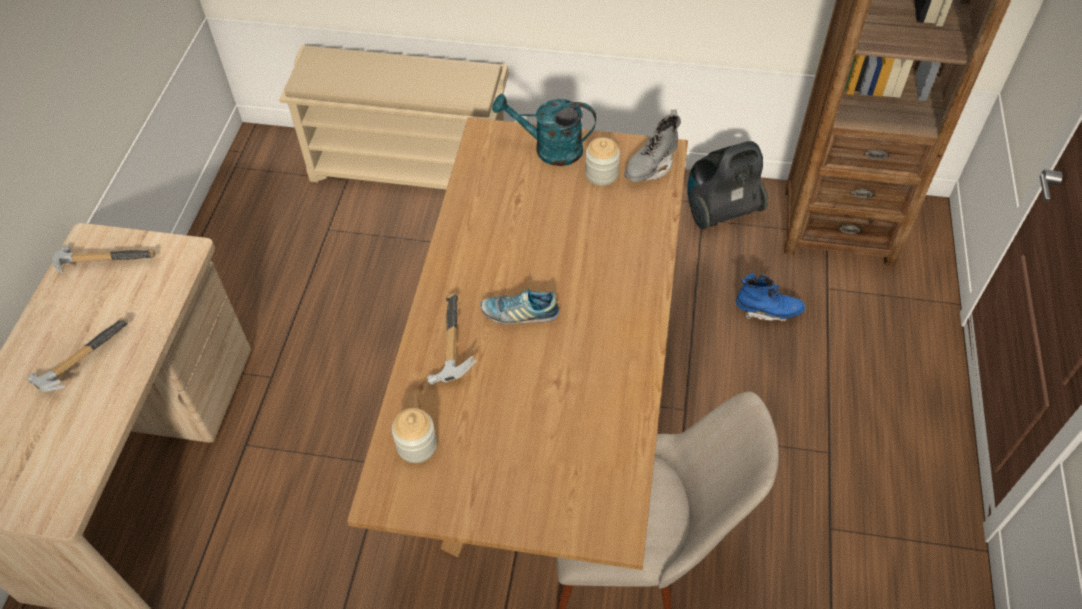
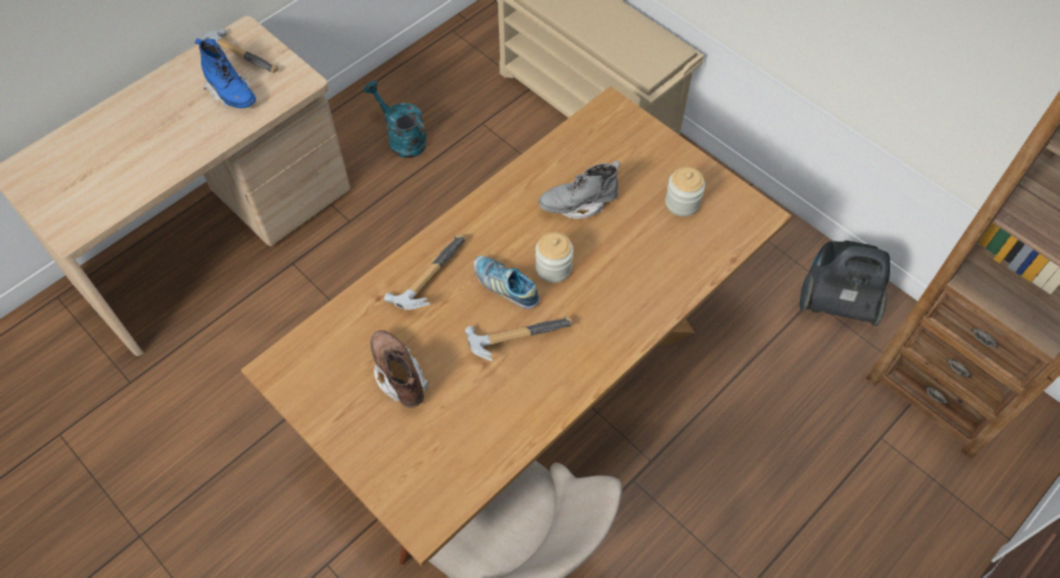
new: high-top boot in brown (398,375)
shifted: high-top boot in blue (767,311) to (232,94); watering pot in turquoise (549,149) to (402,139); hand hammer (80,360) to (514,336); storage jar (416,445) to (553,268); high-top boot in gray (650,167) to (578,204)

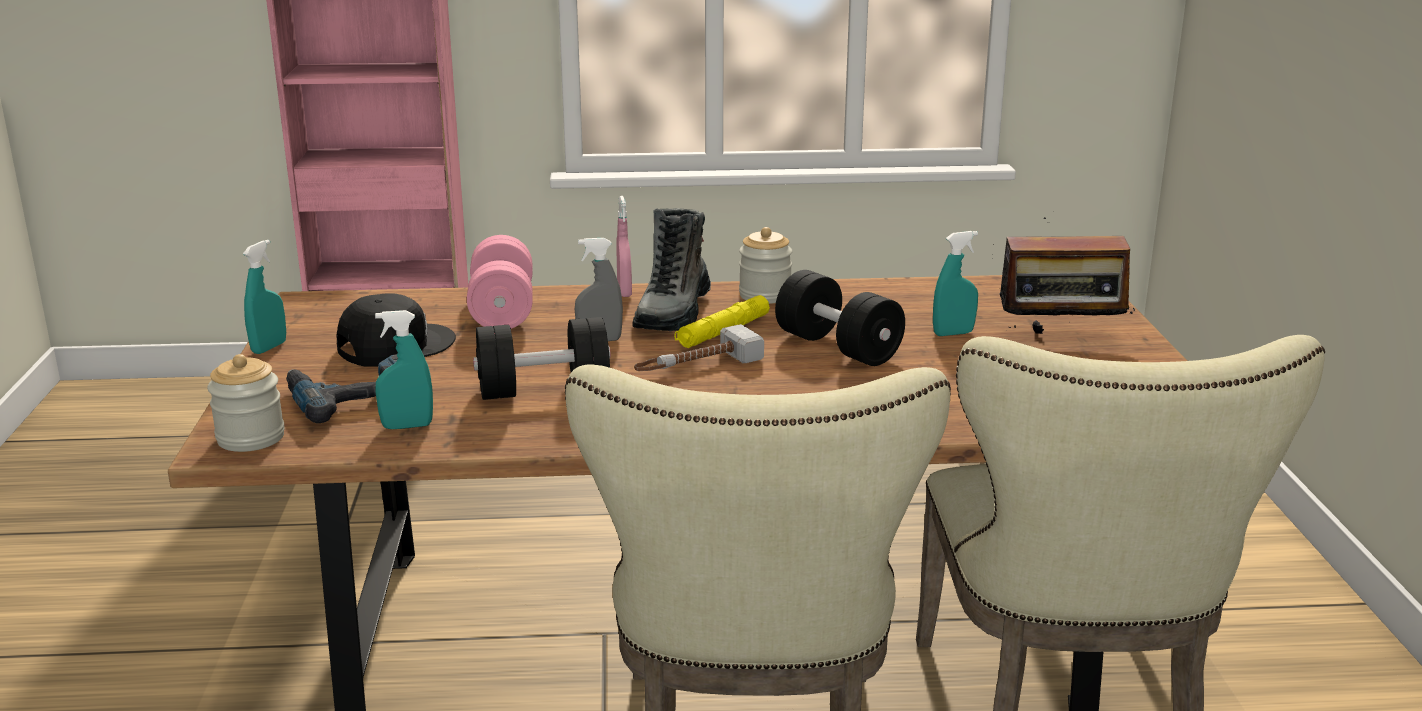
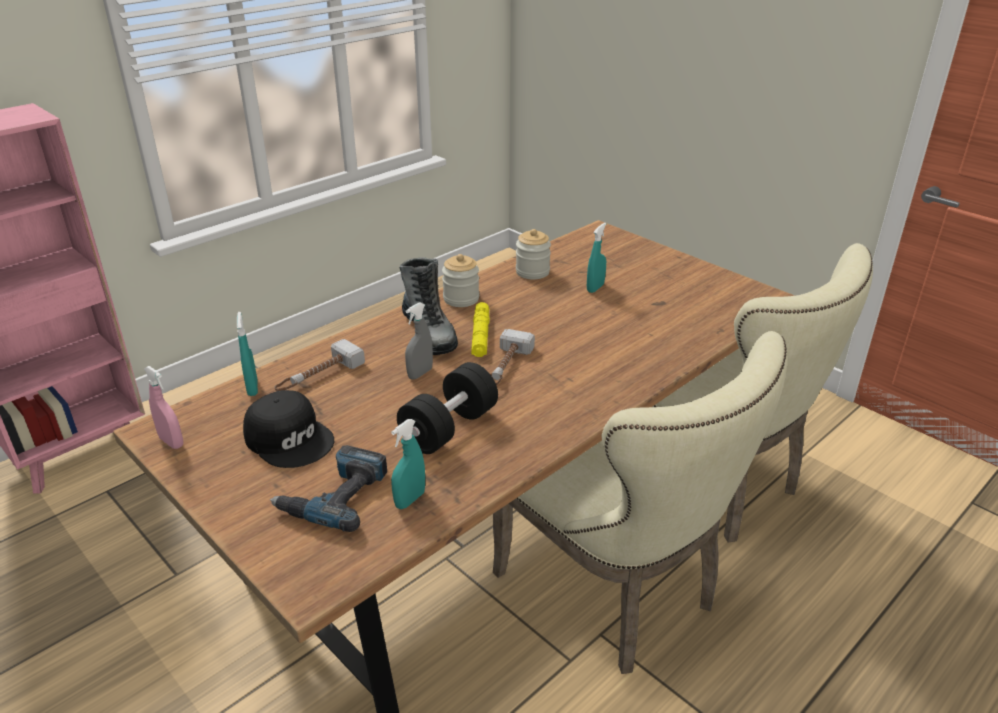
gone: free weight in black (838,347); radio (1060,338)
shifted: hand sprayer in pink (624,292) to (171,442); hand sprayer in turquoise (269,347) to (252,388); storage jar (251,438) to (532,272)
swapped: free weight in pink (502,310) to hand hammer (318,376)
rotated: peaked cap in black (395,345) = (290,438) 120 degrees clockwise

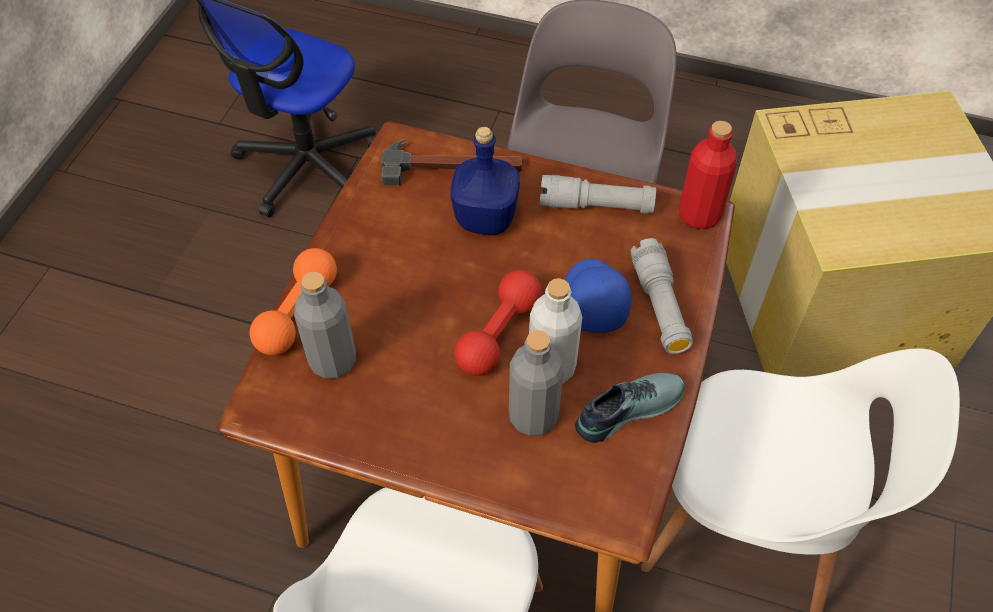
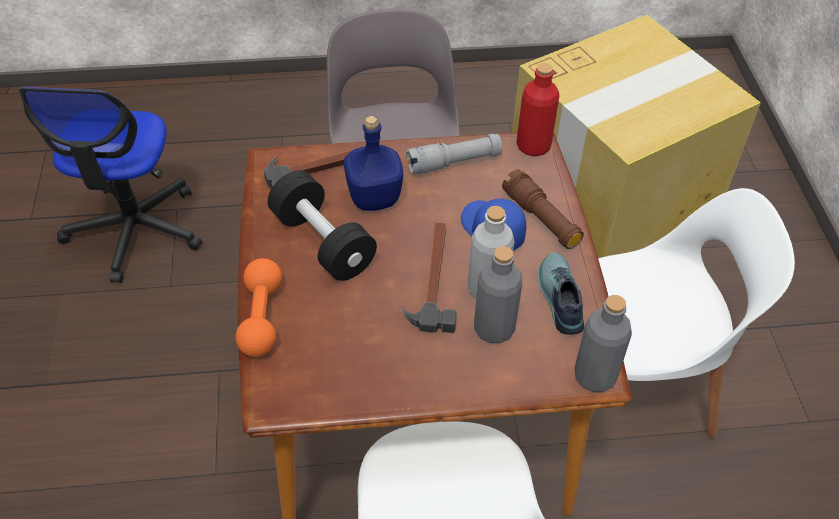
new: free weight in black (323,242)
shifted: beverage bottle in gray (333,361) to (595,376)
swapped: free weight in reddish (498,334) to hand hammer (433,279)
repainted: torch in gray (659,305) to torch in brown (541,219)
rotated: item of footwear (626,408) = (558,298) 45 degrees counterclockwise

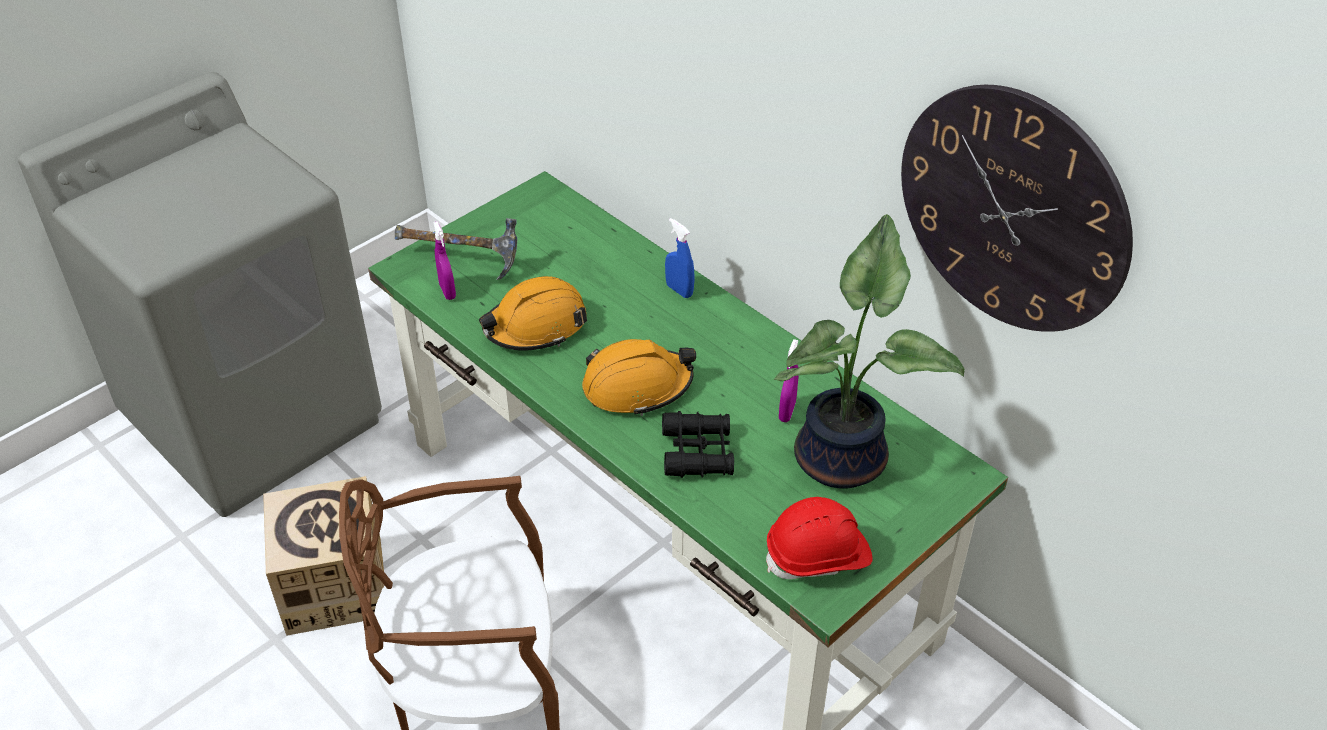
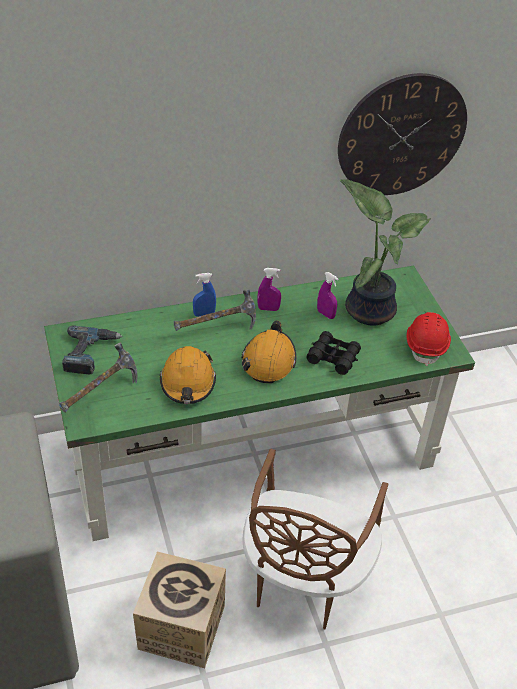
new: power drill (90,353); hand hammer (217,328)
shifted: hand sprayer in purple (447,291) to (268,309)

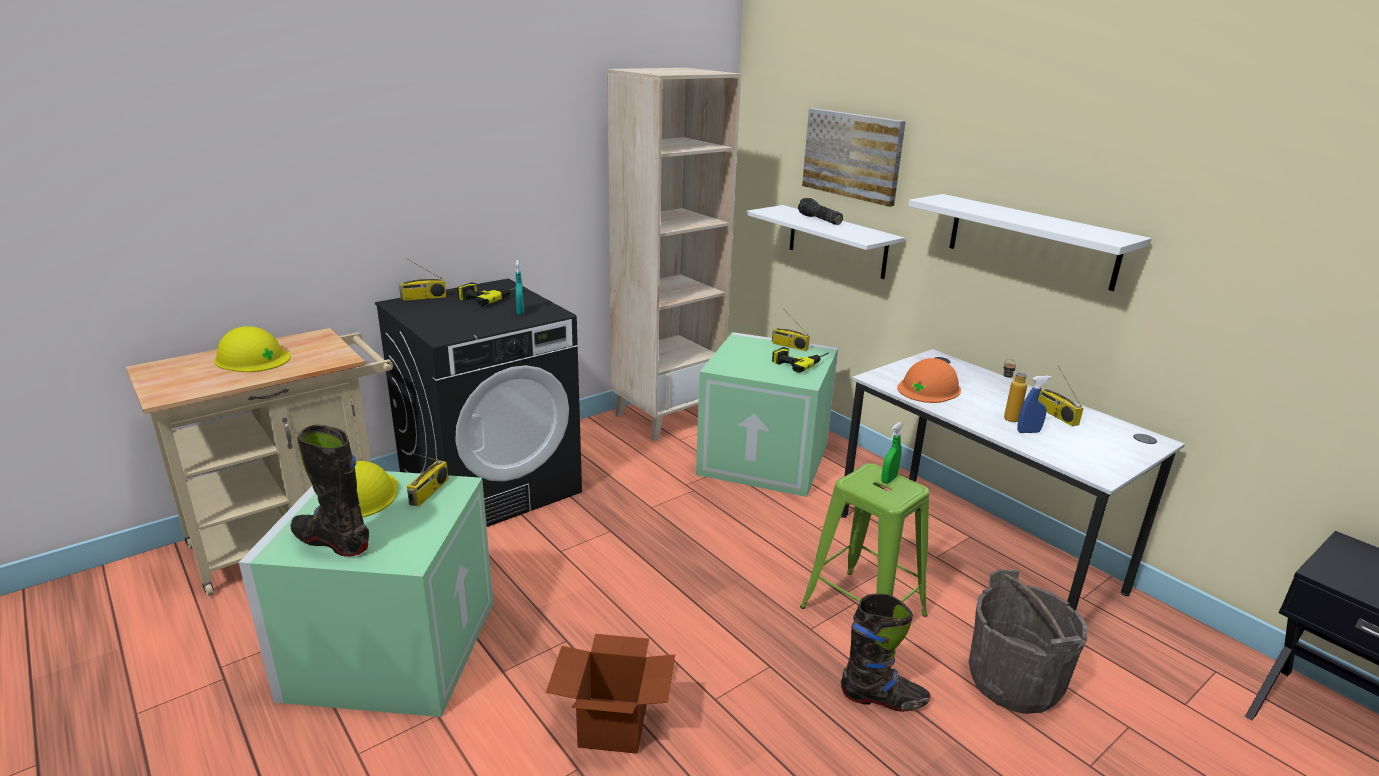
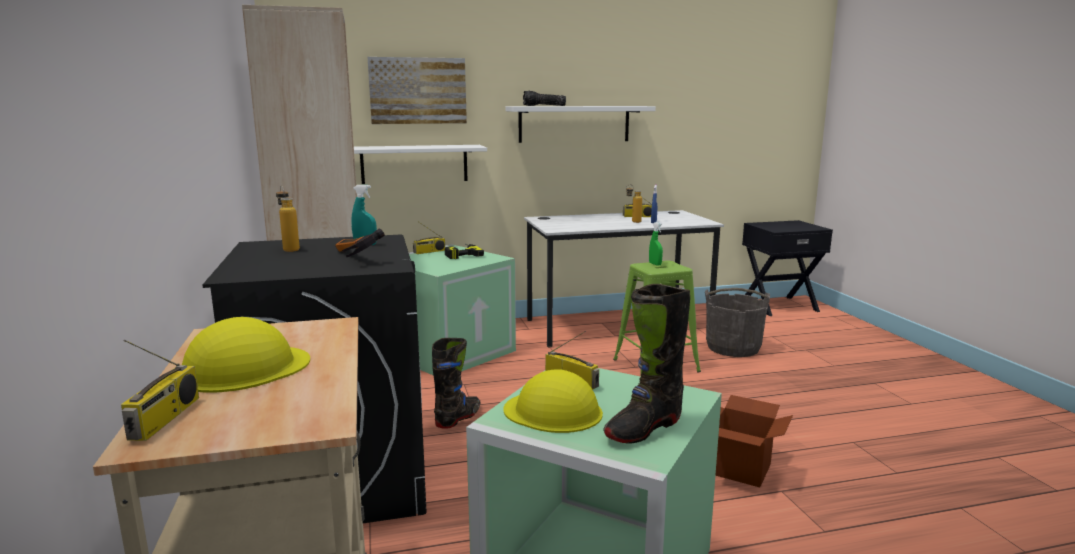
gone: safety helmet in orange (929,388)
new: hand hammer (351,258)
shifted: radio (423,298) to (165,419); high-top boot in black (883,699) to (458,418); torch (819,219) to (544,106)
swapped: power drill (489,296) to beverage bottle (289,249)

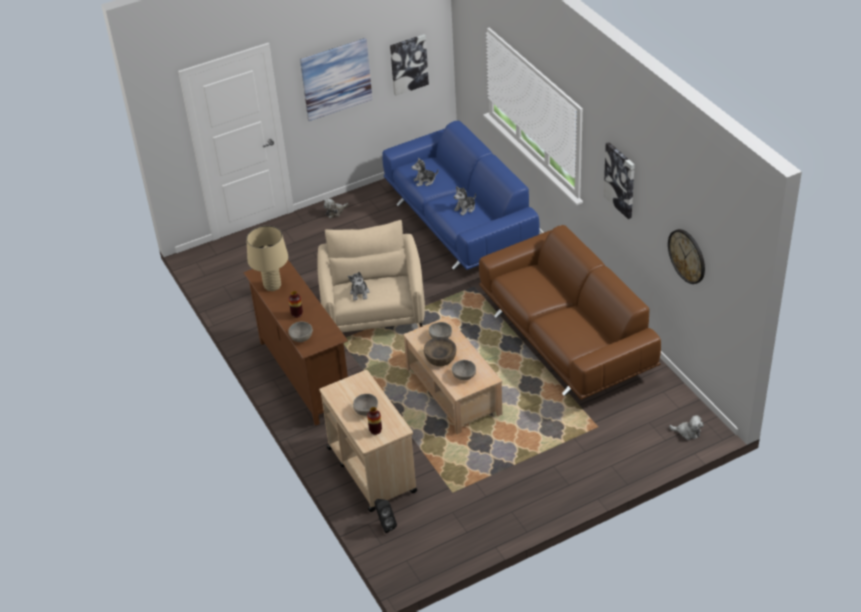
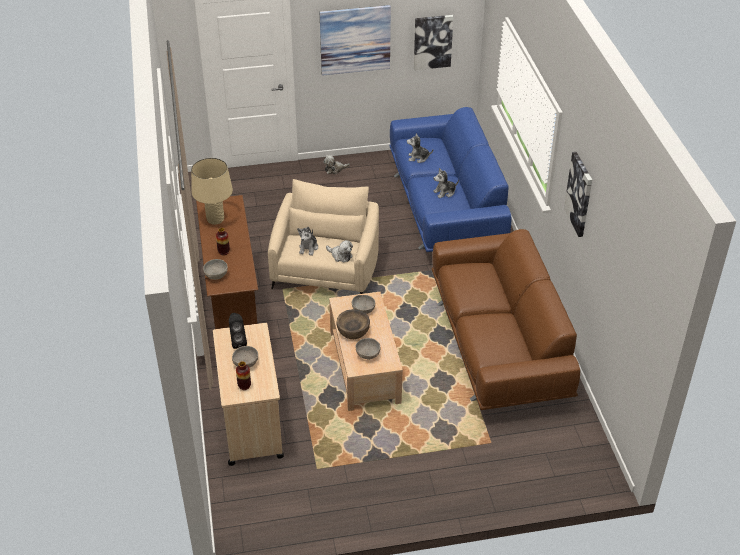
gone: wall clock (687,256)
shifted: audio speaker in black (385,525) to (237,342); cuddly toy (687,432) to (340,255)

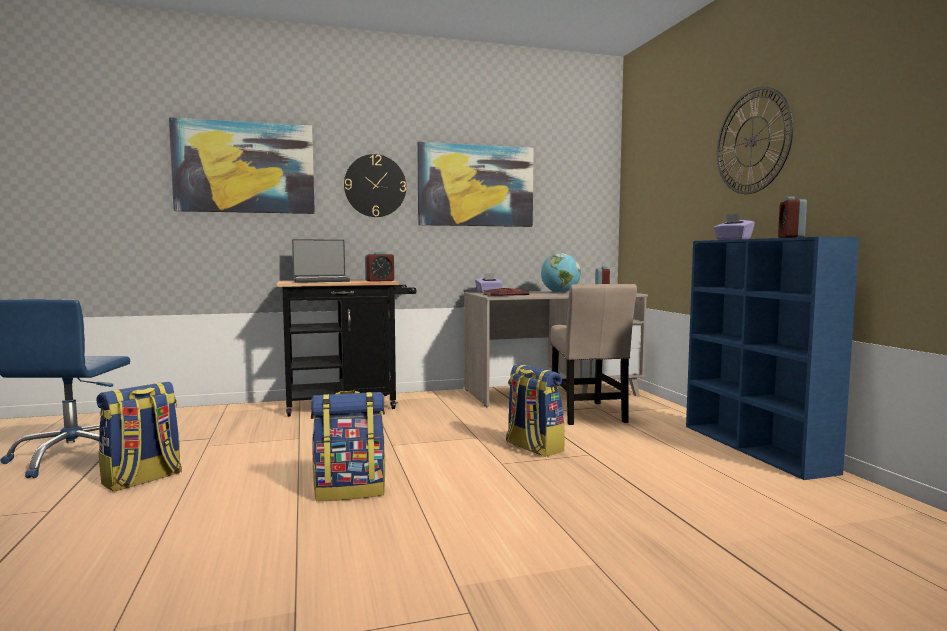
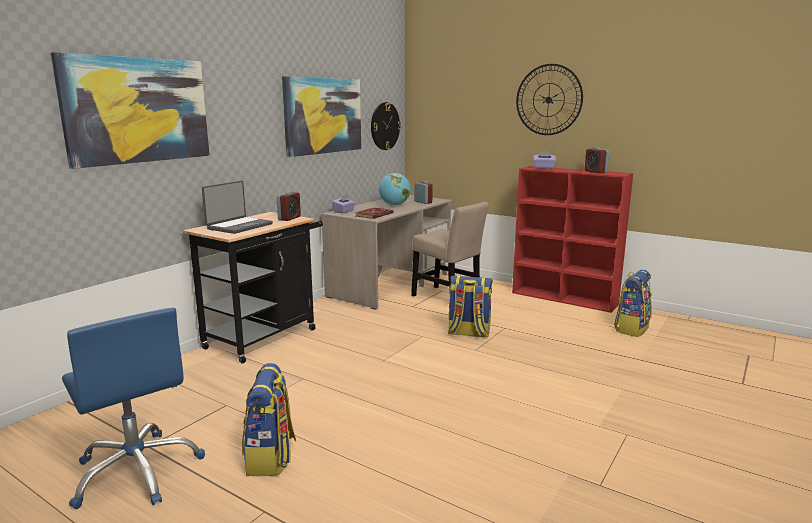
shifted: wall clock (375,186) to (384,126); knapsack (350,490) to (631,328)
repainted: bookcase in blue (756,448) to bookcase in reddish (565,298)

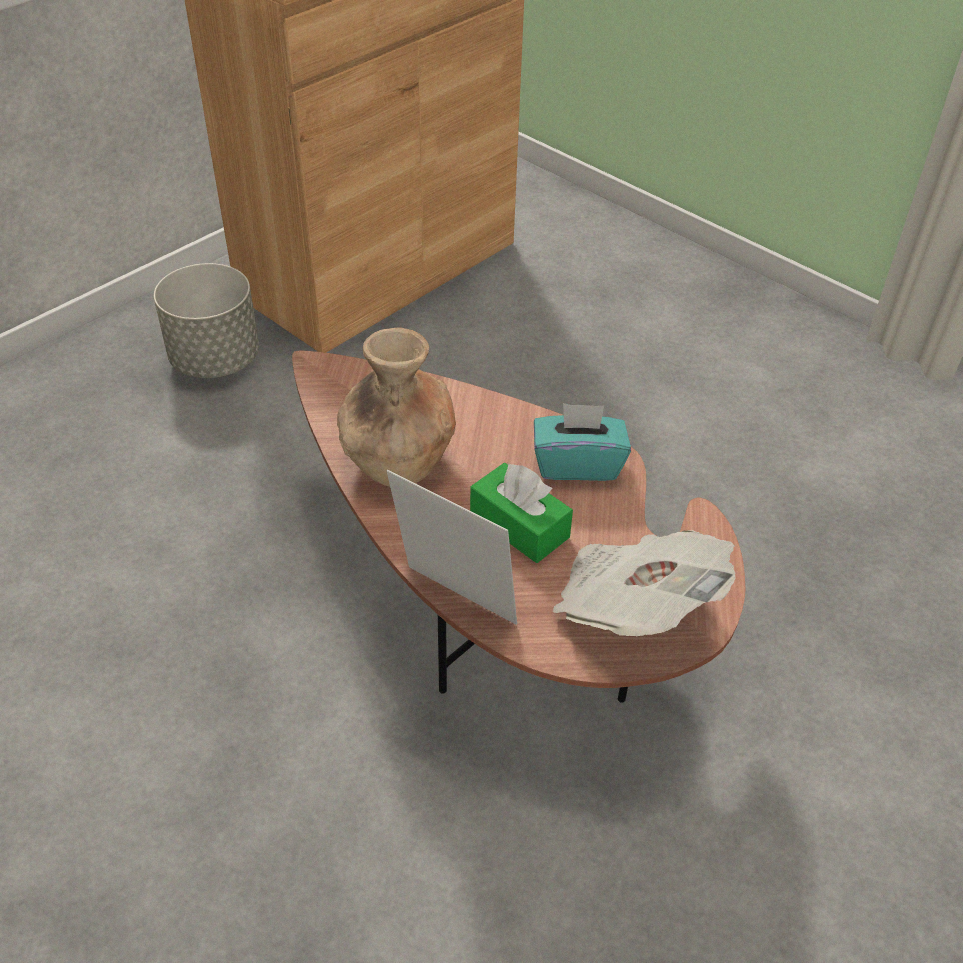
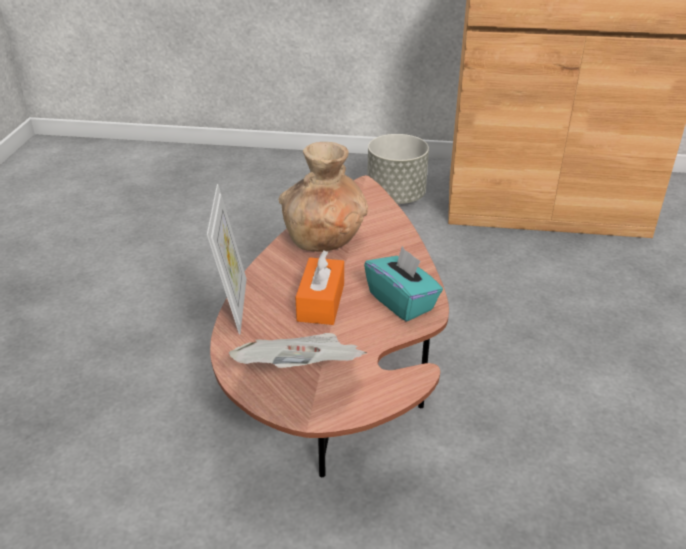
repainted: box of tissues in green (519,525) to box of tissues in orange (321,302)

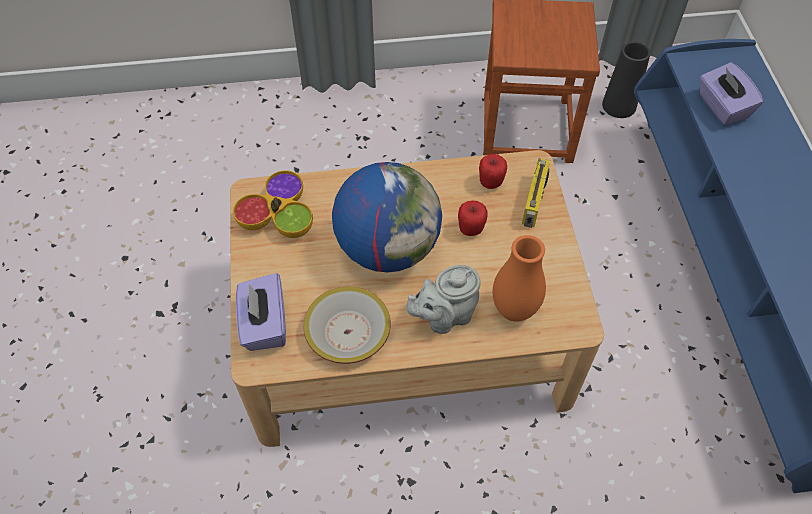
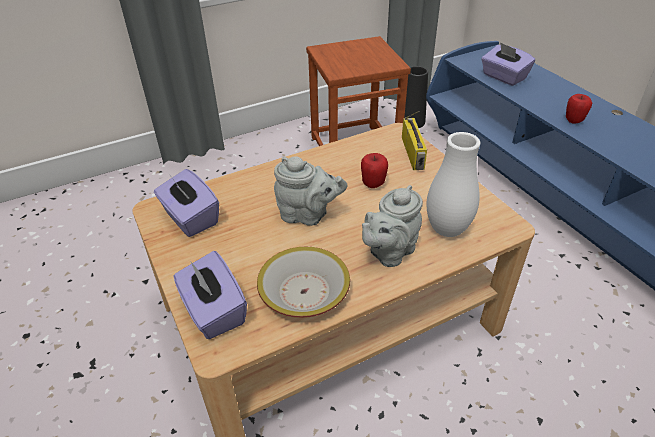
shifted: apple fruit (490,183) to (574,120)
swapped: bowl (279,215) to box of tissues in purple (190,218); world globe (388,247) to tea pot in gray (307,215)
repainted: decorative vase in orange (514,309) to decorative vase in whitish (447,229)

